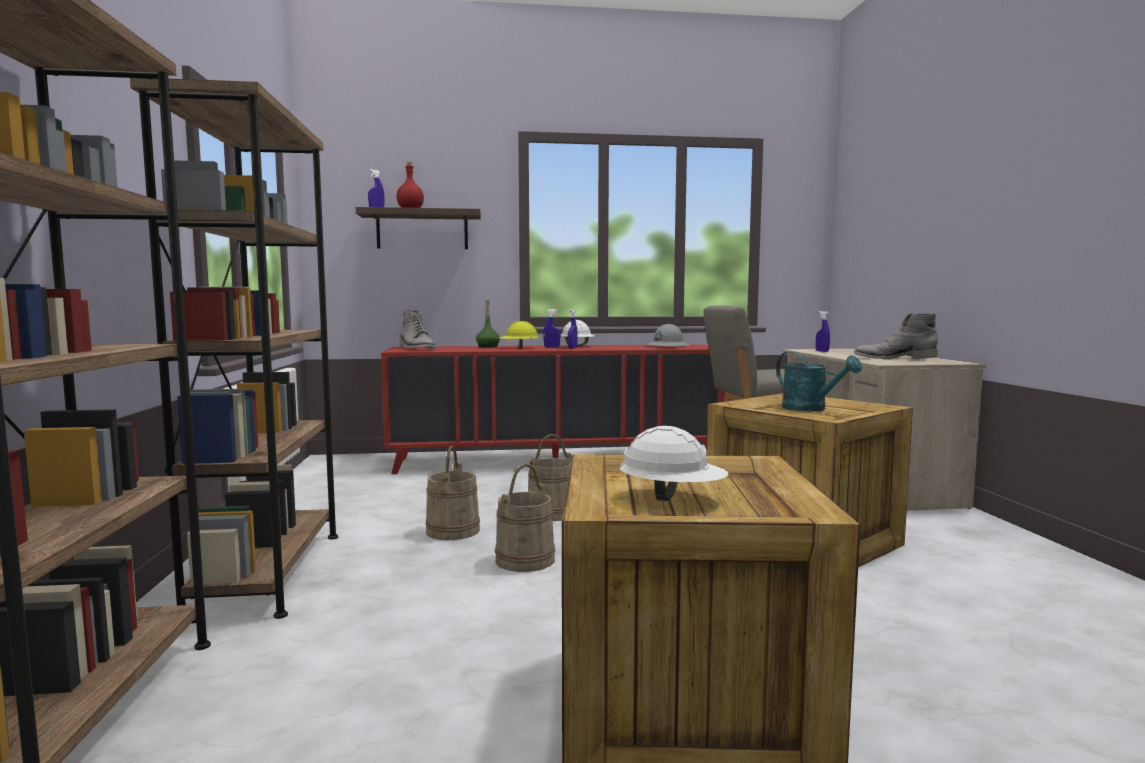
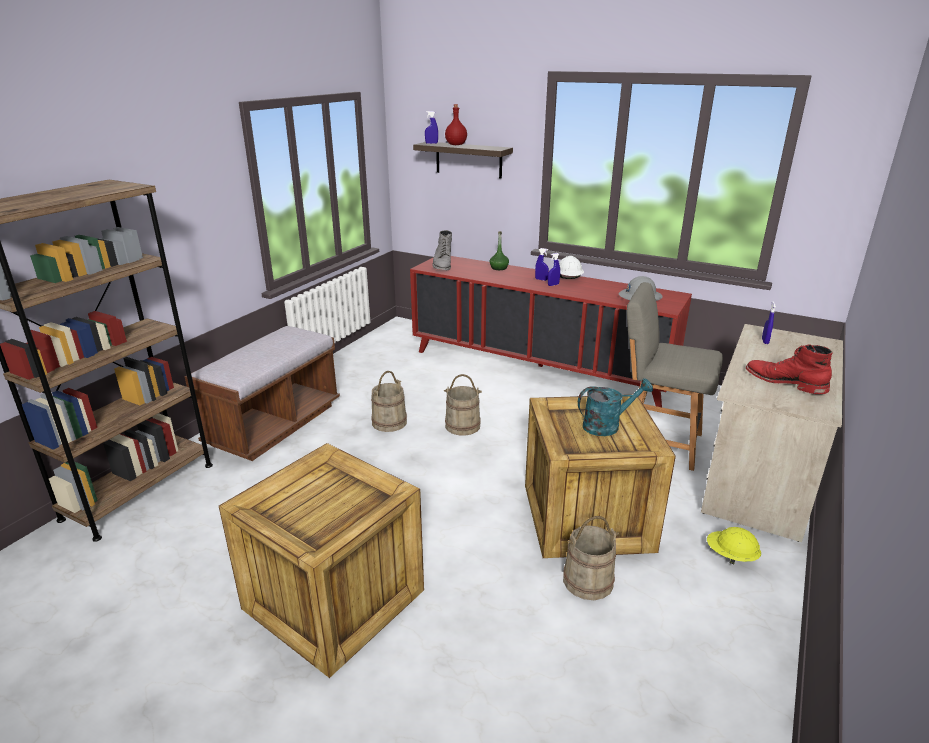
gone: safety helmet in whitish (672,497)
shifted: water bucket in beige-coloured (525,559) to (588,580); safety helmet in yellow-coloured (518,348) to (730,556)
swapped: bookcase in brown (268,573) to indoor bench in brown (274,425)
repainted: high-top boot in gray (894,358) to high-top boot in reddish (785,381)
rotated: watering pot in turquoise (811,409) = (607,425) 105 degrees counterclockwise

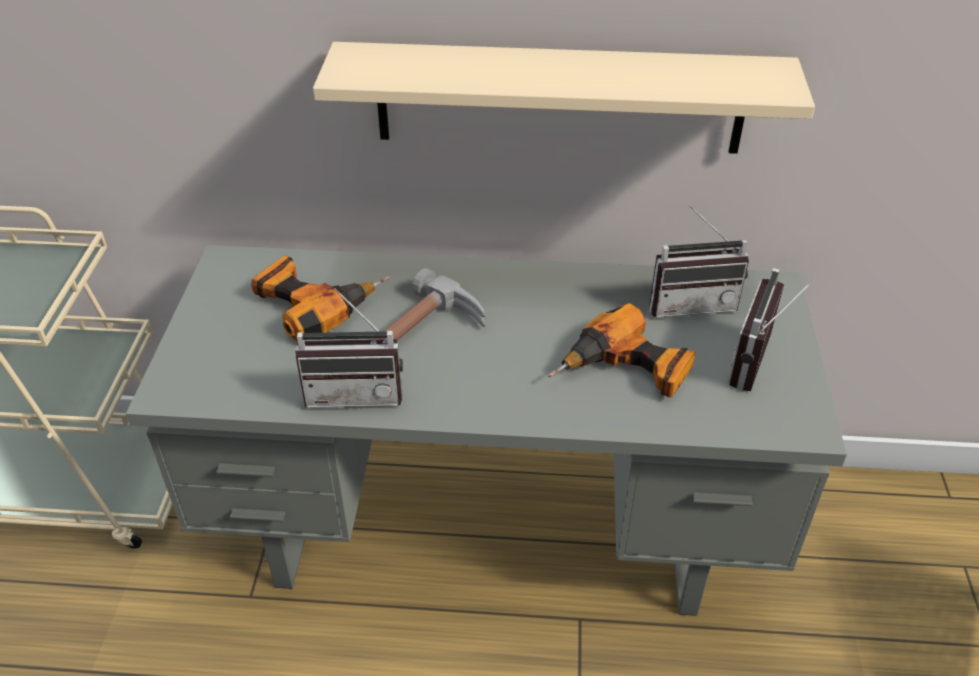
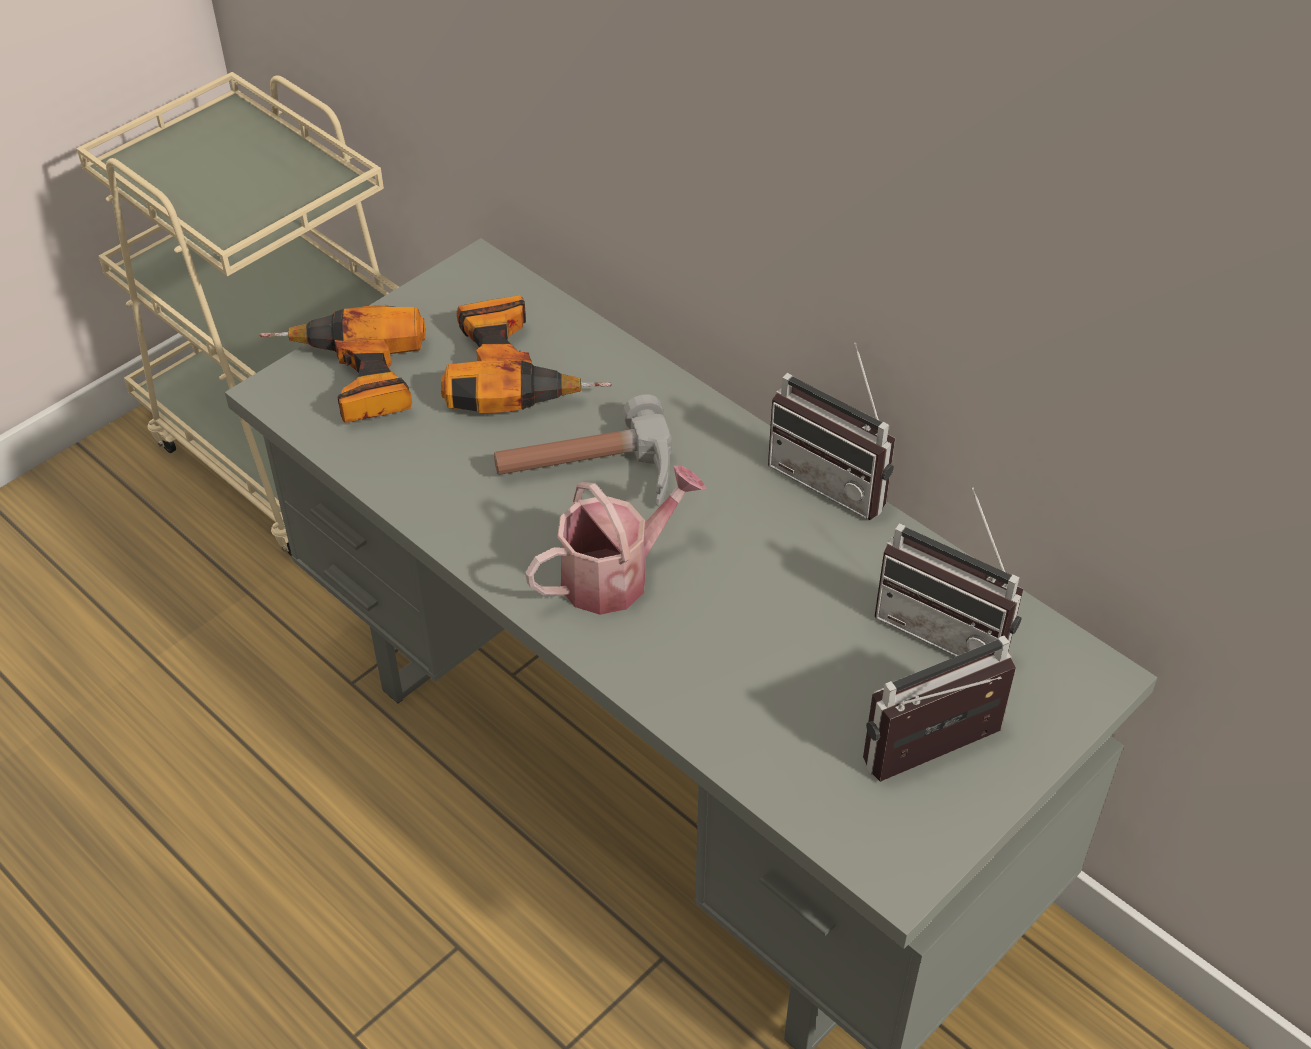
gone: wall shelf in beige-coloured (559,98)
new: watering pot (616,574)
shifted: power drill (626,371) to (355,379); radio (356,392) to (836,479)

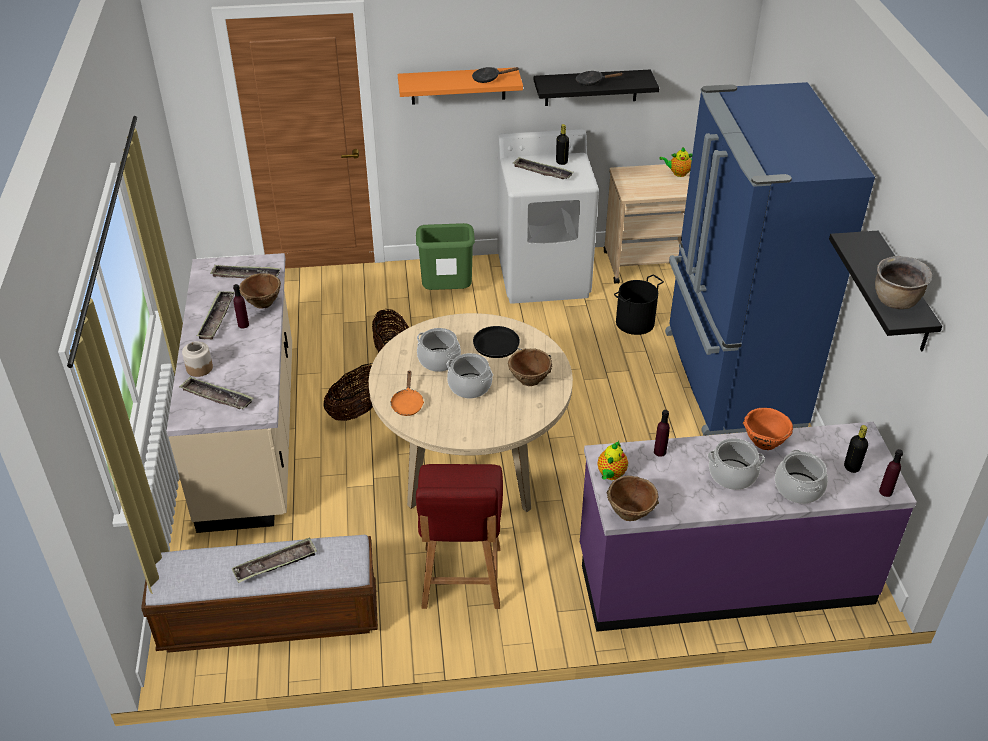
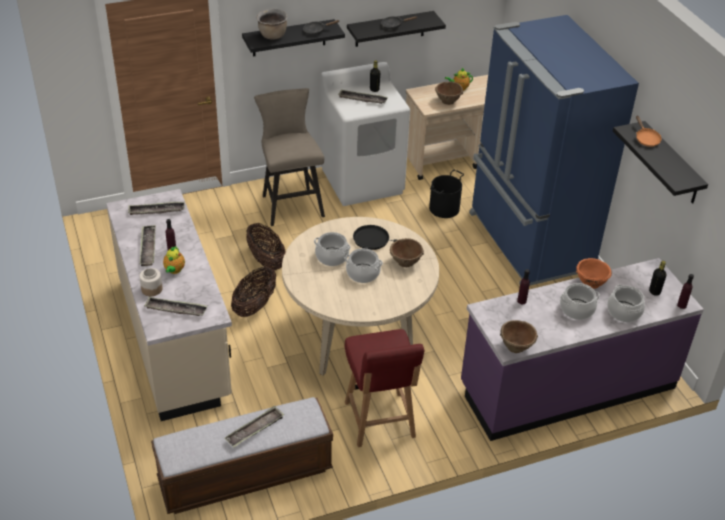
shifted: tea pot (610,475) to (174,270); cooking pot in brown (895,301) to (272,36); bowl in brown (262,303) to (448,101); skillet in orange (407,404) to (646,139)
swapped: trash can in green (447,292) to sitting stool in beige-coloured (290,203)
repainted: wall shelf in orange (458,86) to wall shelf in black (289,38)

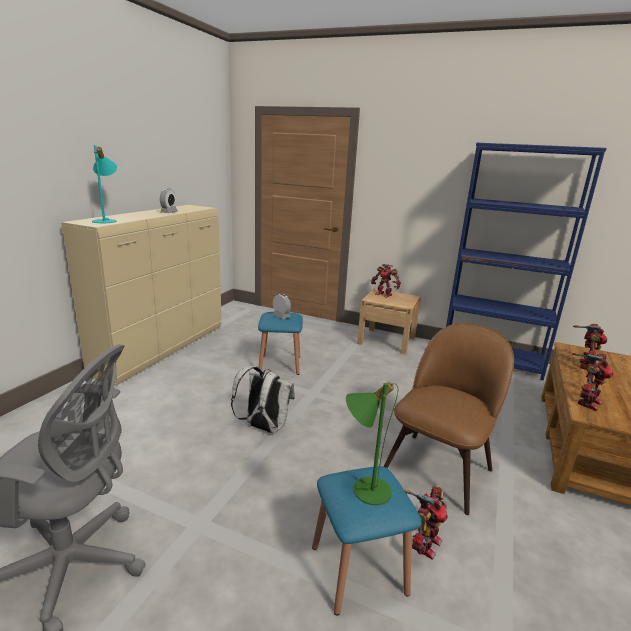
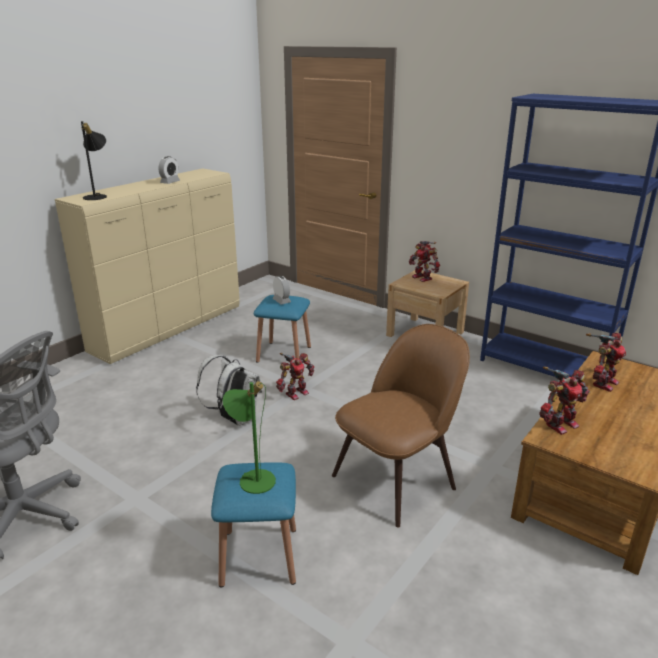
shifted: toy robot (424,543) to (296,393)
repainted: tabletop lamp in turquoise (107,220) to tabletop lamp in black (98,196)

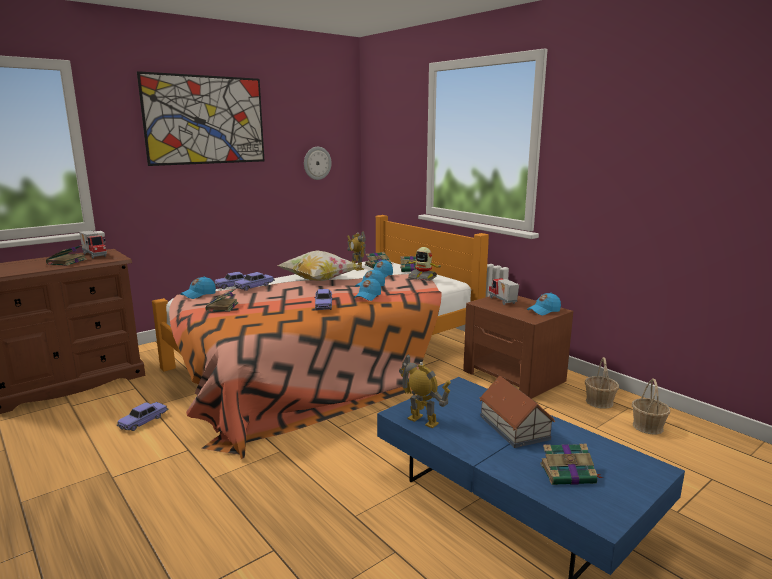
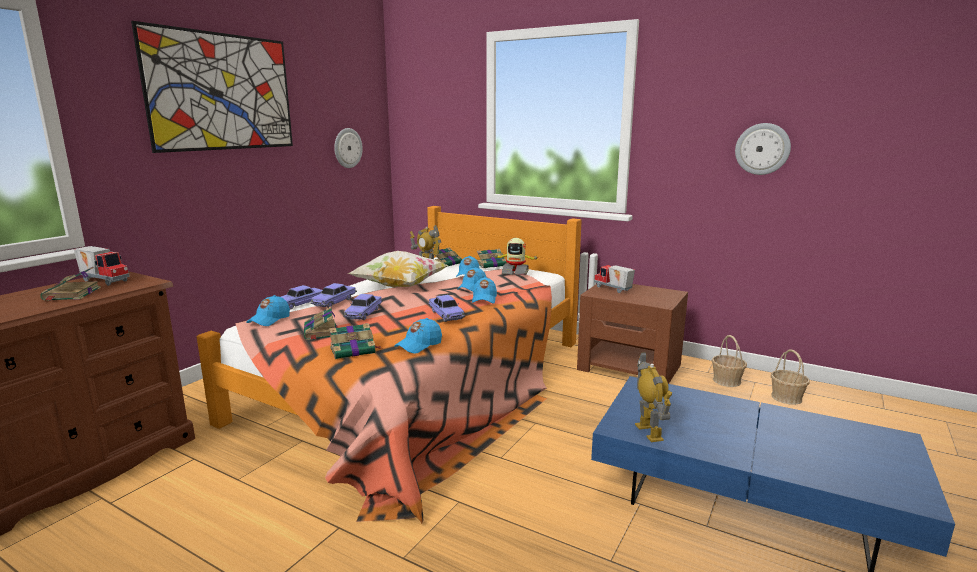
gone: miniature house (514,427)
new: wall clock (762,149)
shifted: book (569,474) to (354,350); model car (143,421) to (364,313); peaked cap in blue (543,311) to (419,345)
rotated: toy robot (423,421) = (649,432) 60 degrees clockwise

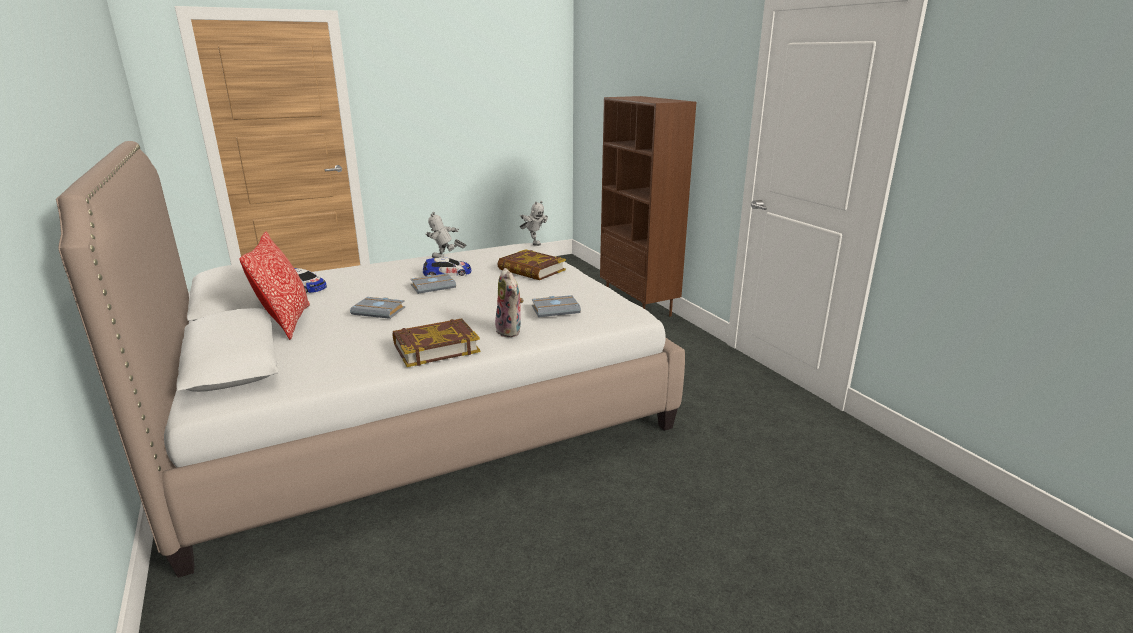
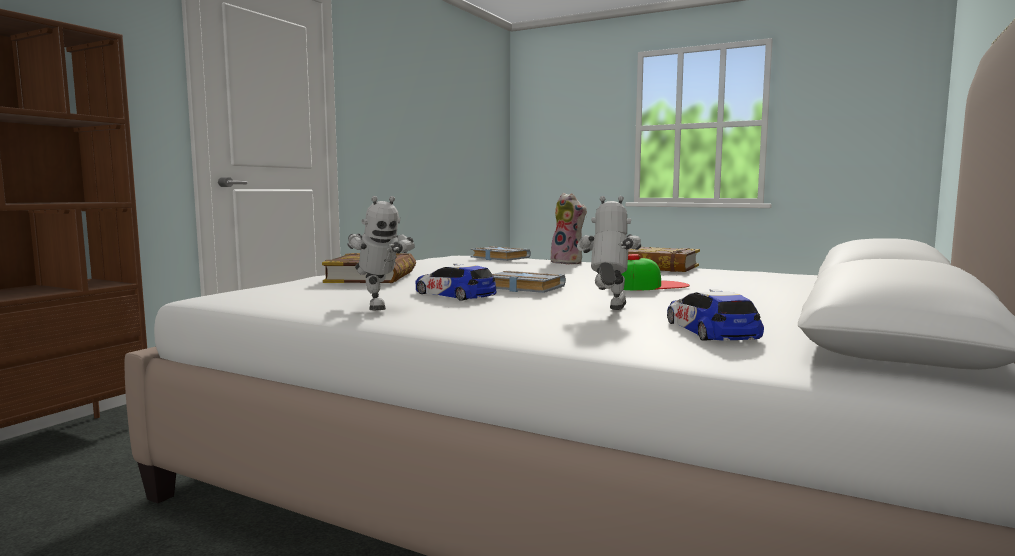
gone: pillow (286,322)
shifted: toy robot (533,243) to (608,311)
swapped: book in gray (380,311) to peaked cap (647,285)
rotated: cuddly toy (511,331) = (569,262) 105 degrees clockwise

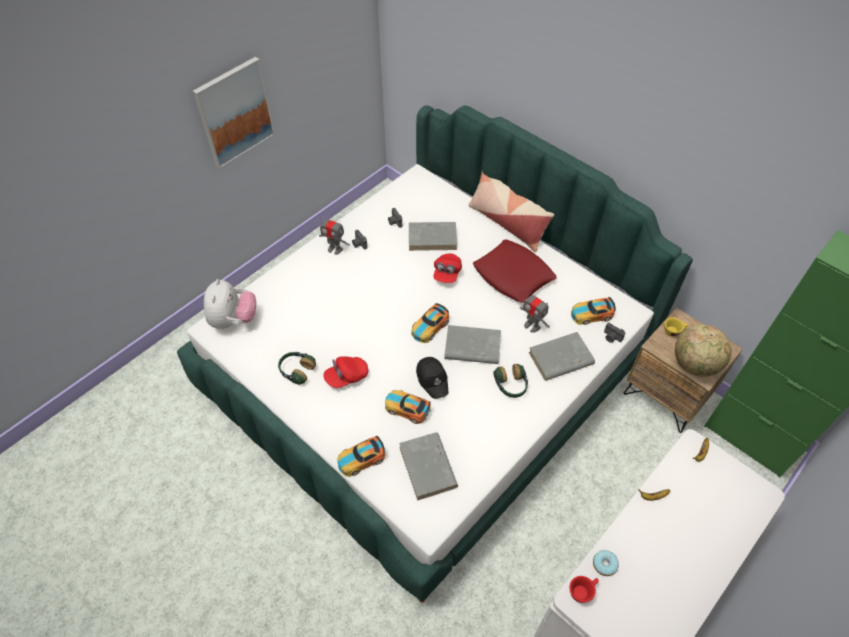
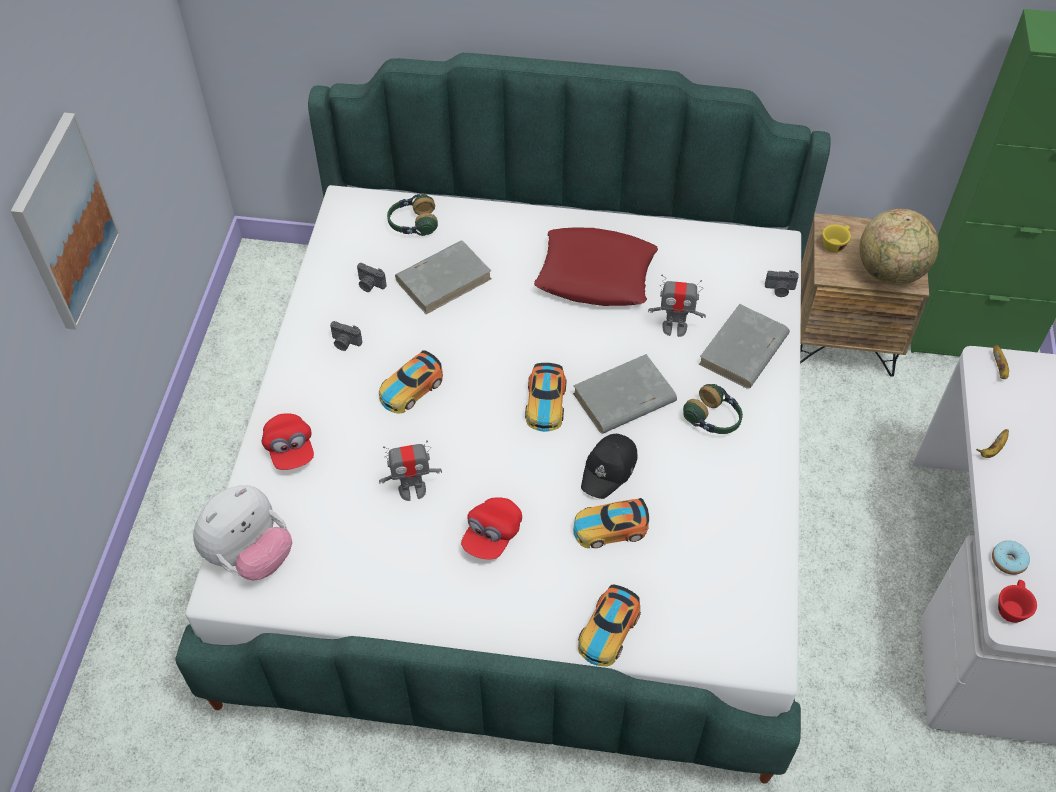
gone: book in gray (428,467); pillow (507,223)
shifted: peaked cap in reddish (447,273) to (290,449); model car (591,314) to (410,388); toy robot (335,249) to (412,490); headphones (296,370) to (412,224)
rotated: cuddly toy (233,320) = (250,555) 75 degrees clockwise; peaked cap in black (433,379) = (609,469) 90 degrees clockwise

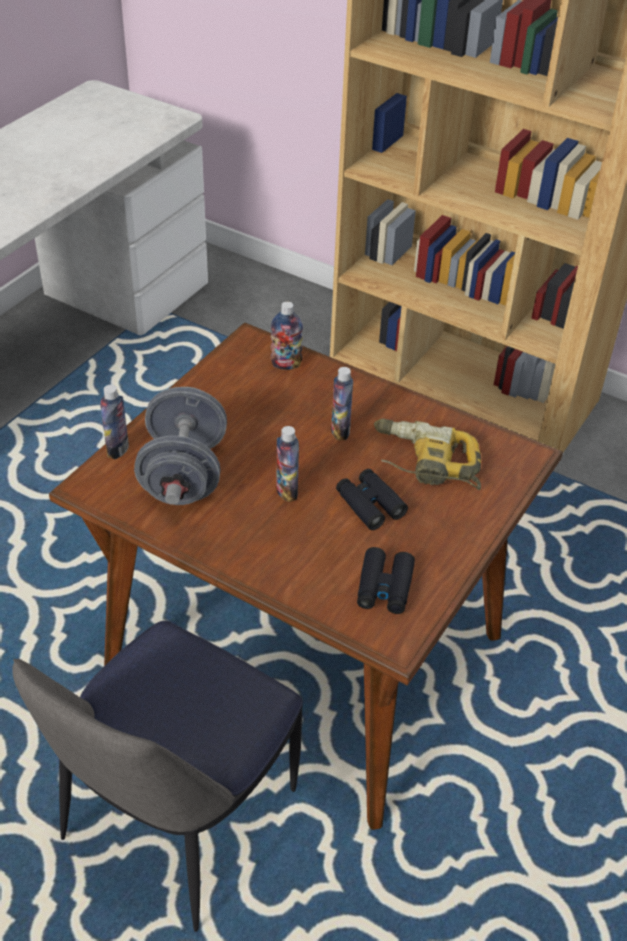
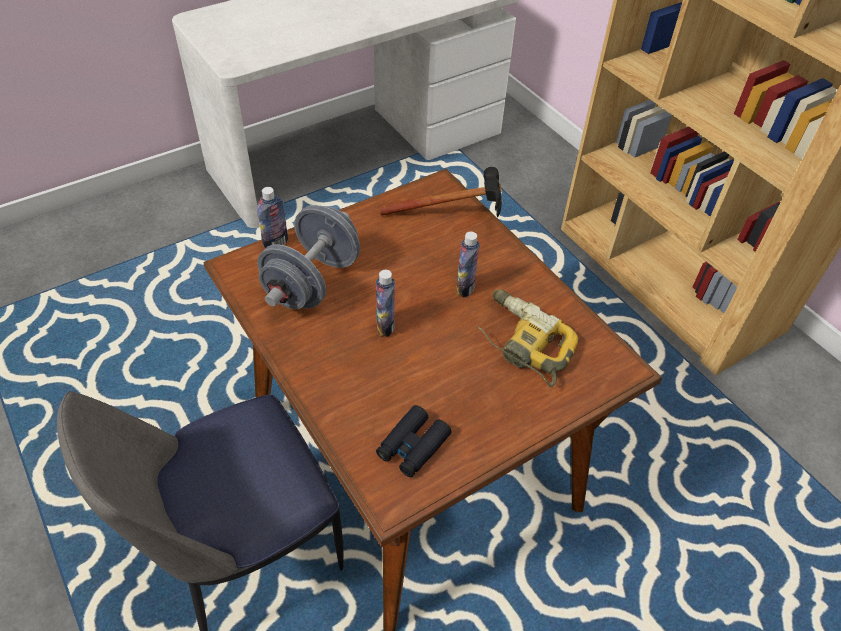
gone: field glasses in black (370,504)
swapped: beverage bottle (286,364) to hand hammer (456,215)

